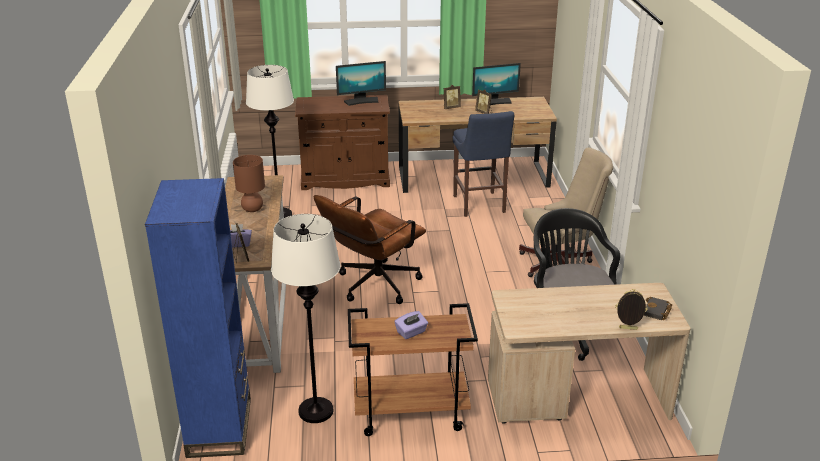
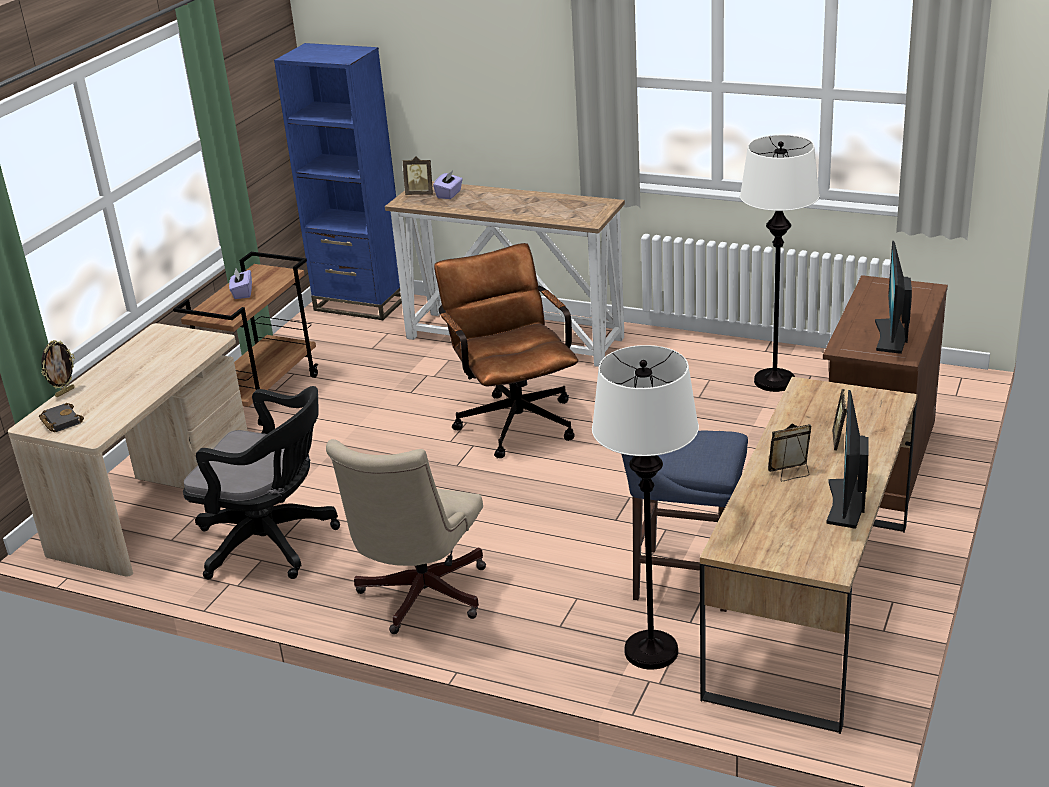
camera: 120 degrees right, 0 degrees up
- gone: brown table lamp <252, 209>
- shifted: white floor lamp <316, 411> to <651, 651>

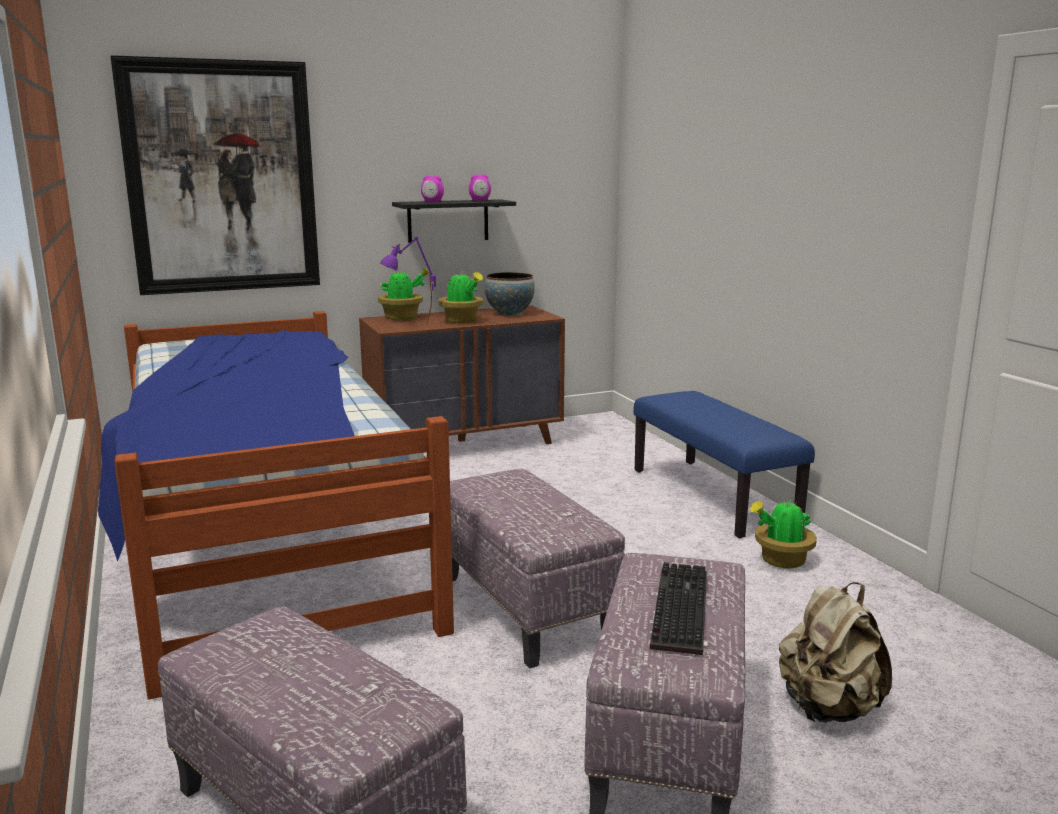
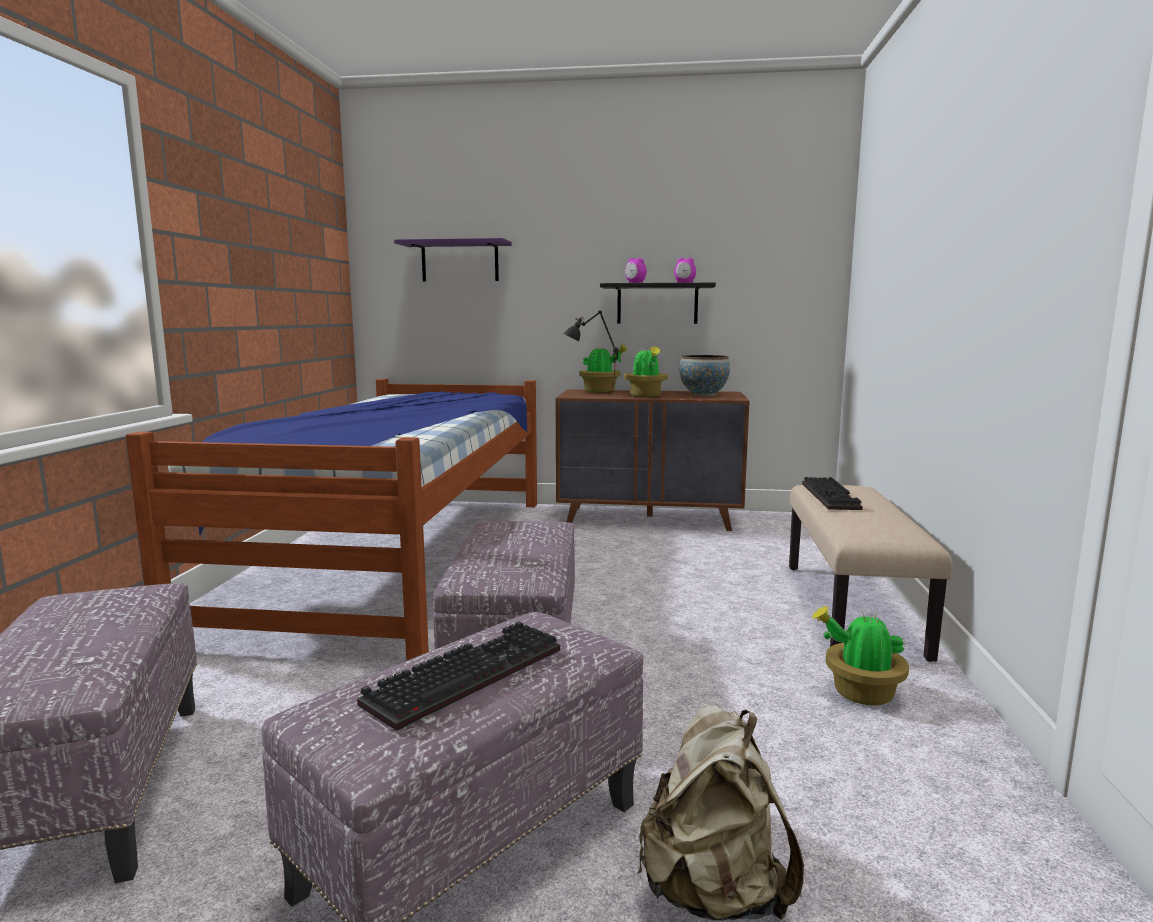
camera: 30 degrees right, 5 degrees down
- swapped: picture <222, 178> to purple shelf <460, 262>
- repainted: purple table lamp <410, 327> to black table lamp <590, 396>
- repainted: blue bench <713, 496> to beige bench <853, 608>
- new: keyboard <832, 497>

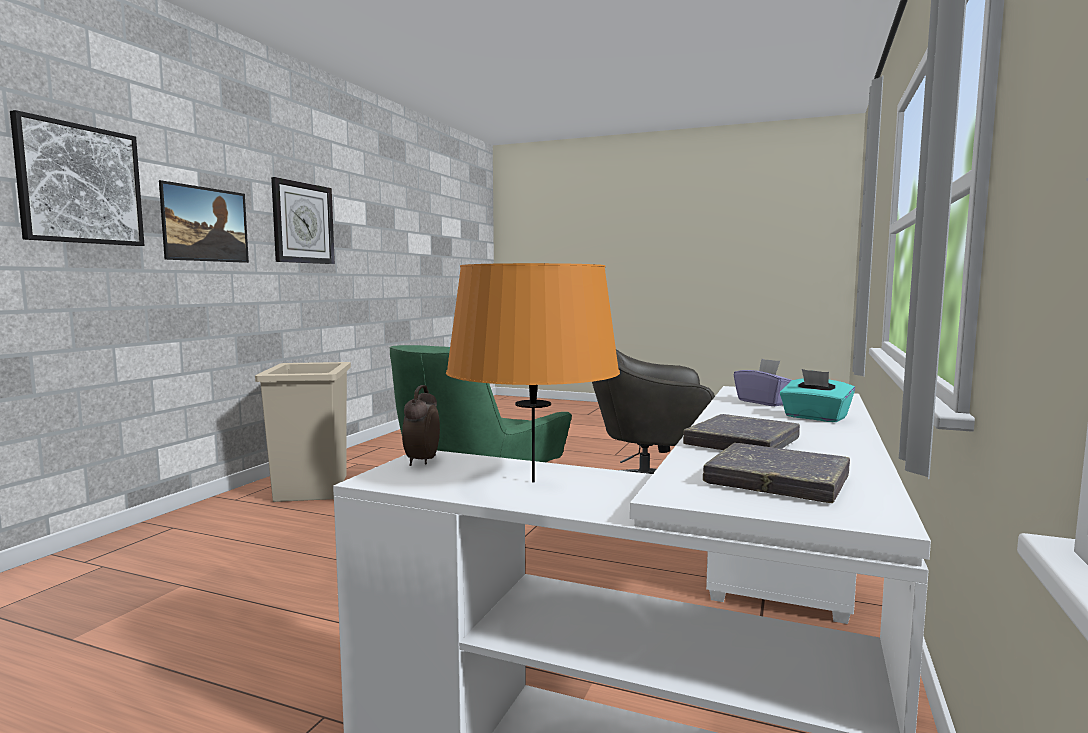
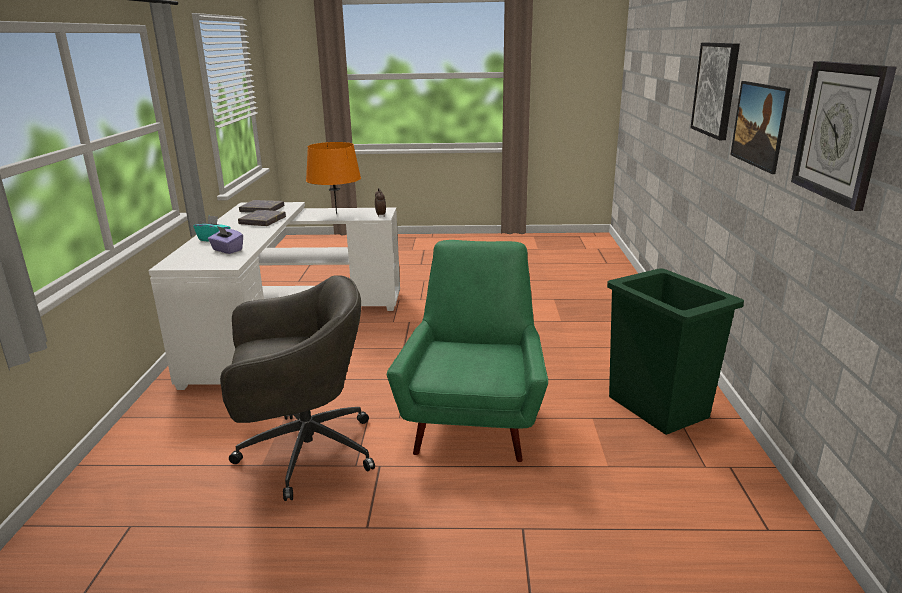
camera: 160 degrees right, 15 degrees up
- repainted: beige trash can <313, 488> to green trash can <658, 408>

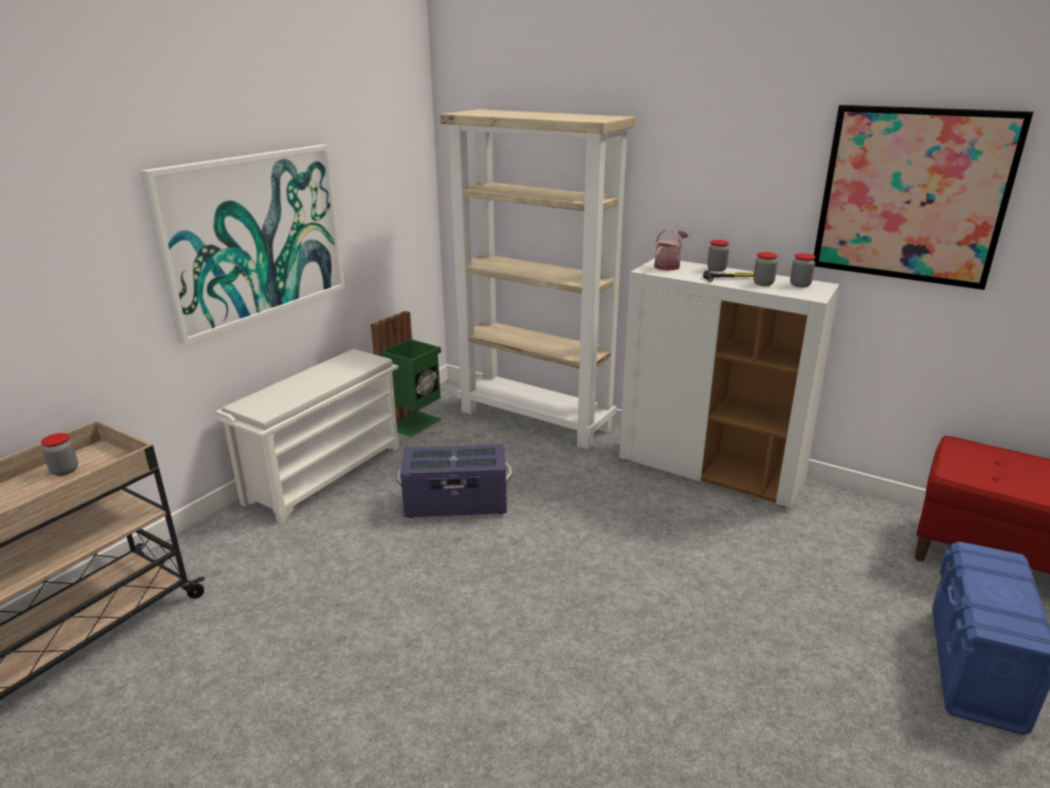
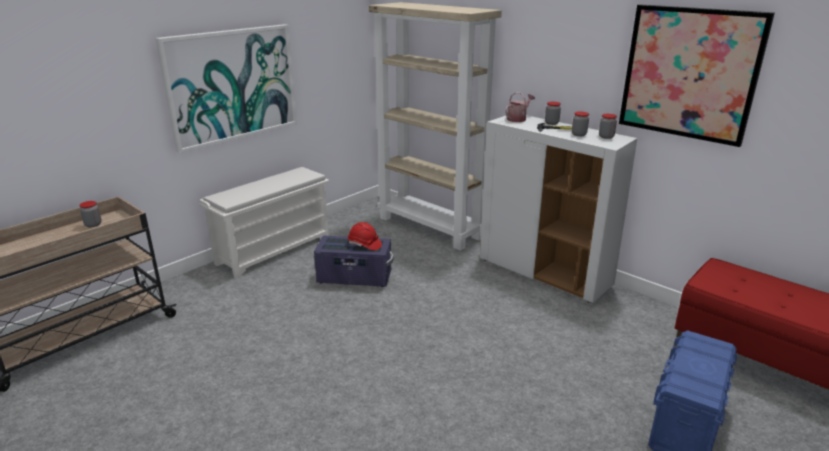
camera: 10 degrees right, 0 degrees up
- gone: green trash can <414, 423>
- new: red hard hat <364, 245>

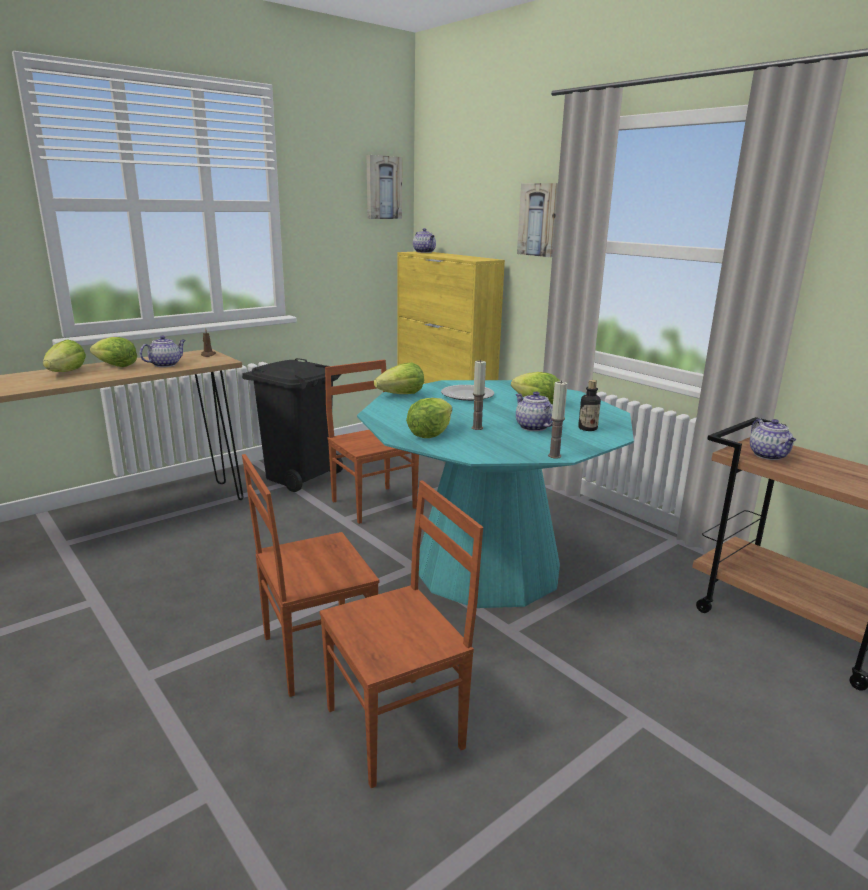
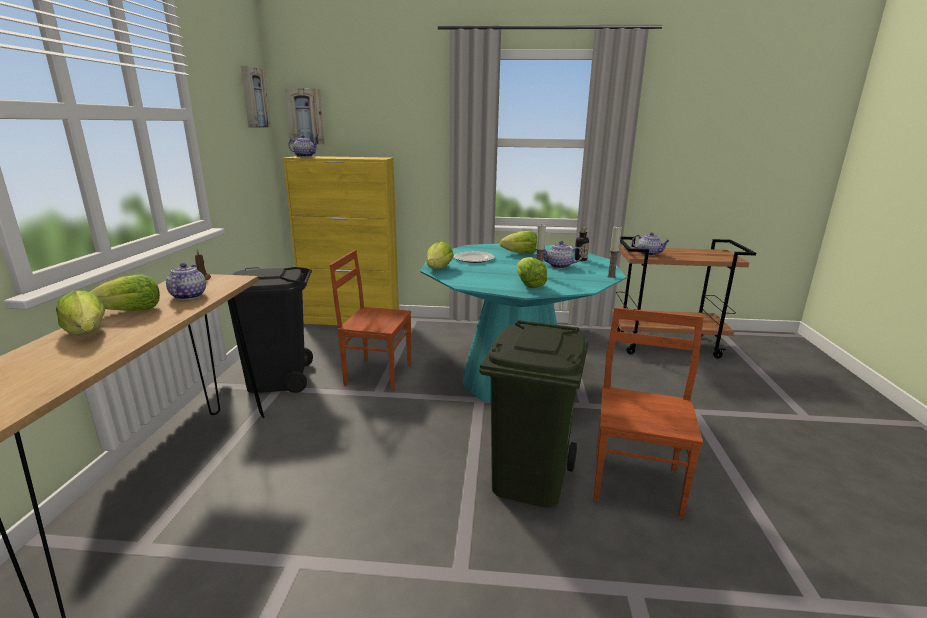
camera: 45 degrees left, 0 degrees up
- shifted: picture <540, 220> to <305, 116>
- swapped: brown chair <316, 653> to green trash can <527, 478>

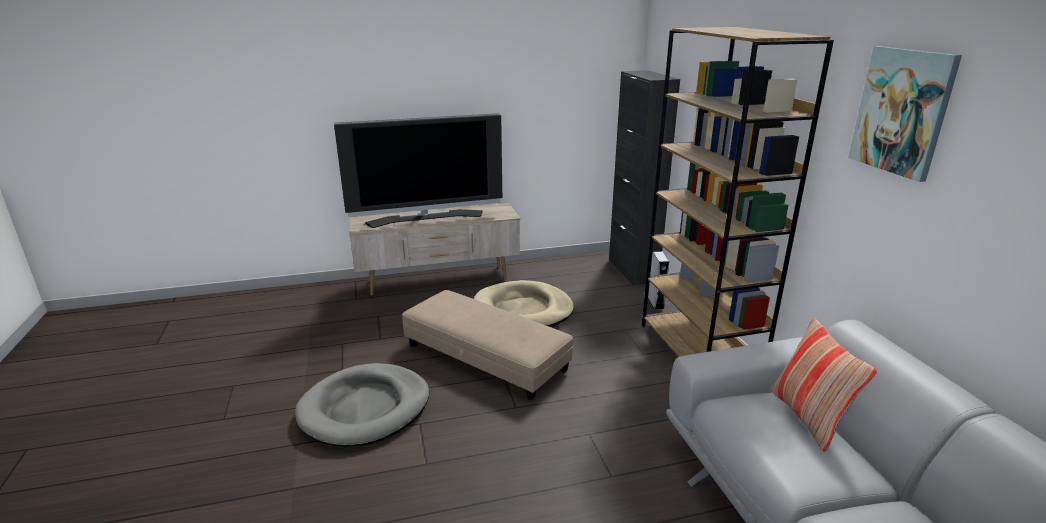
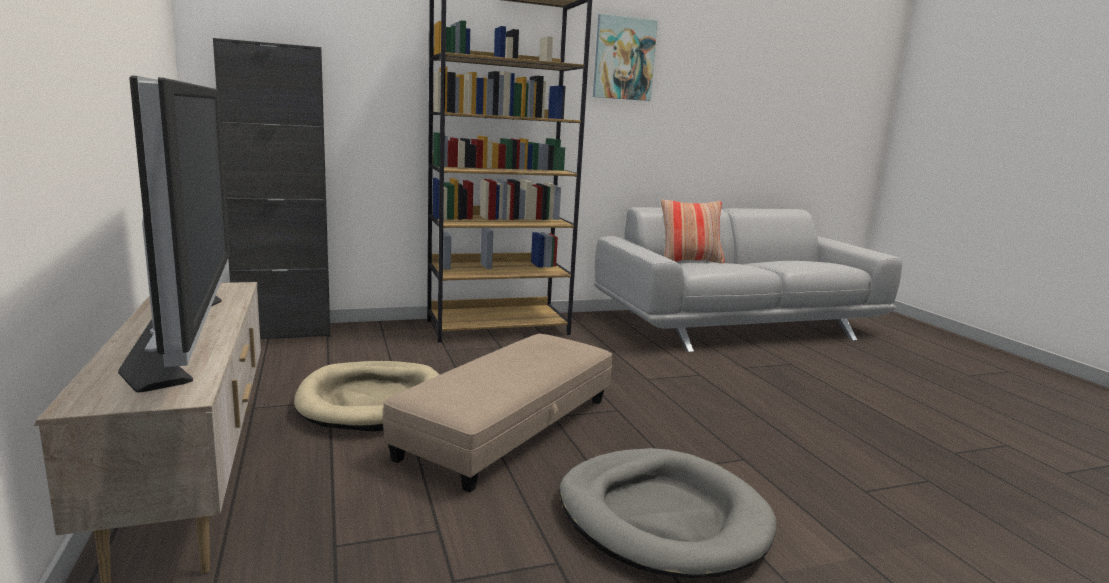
camera: 95 degrees left, 10 degrees down
- gone: grey speaker <655, 303>

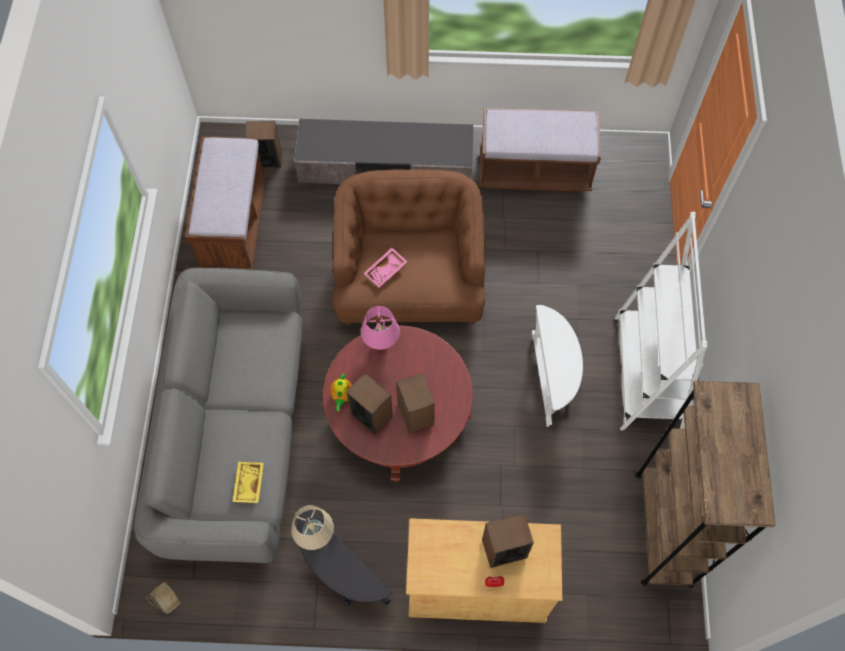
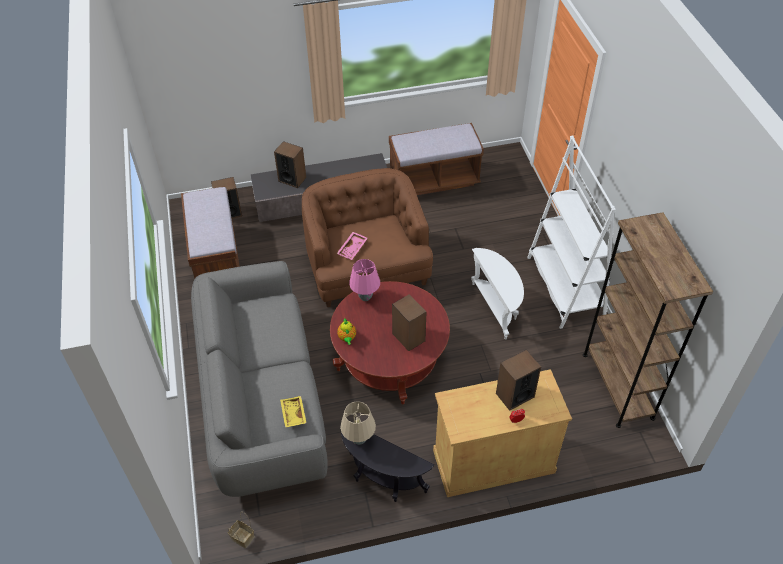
camera: 15 degrees left, 15 degrees down
- shifted: speaker <371, 414> to <292, 179>

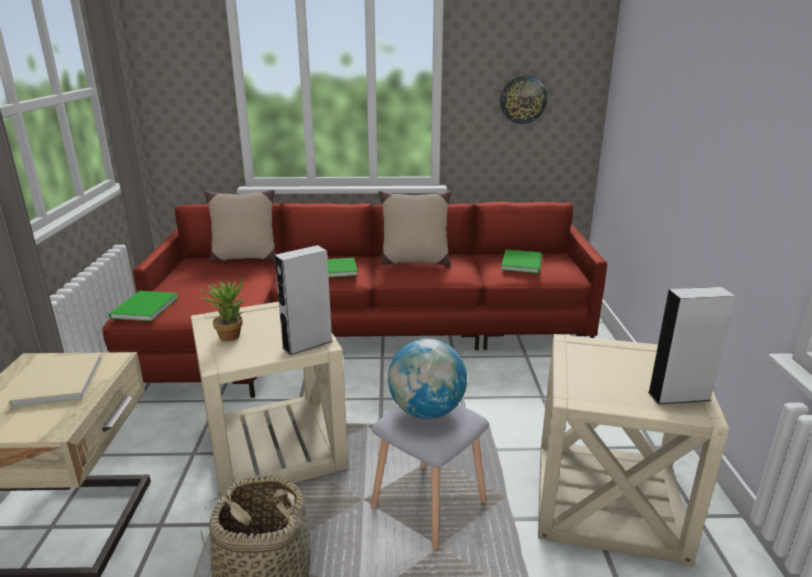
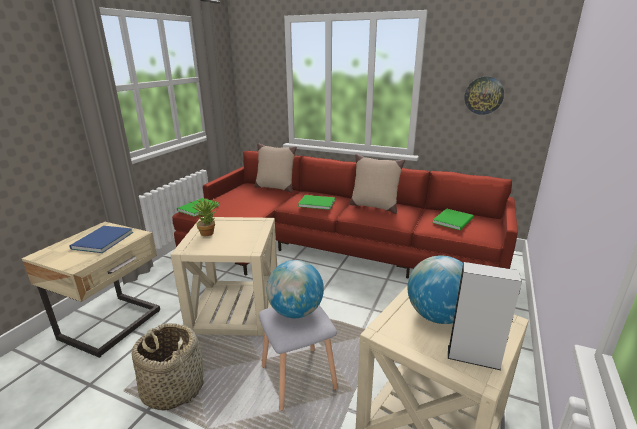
camera: 25 degrees right, 0 degrees up
- gone: grey speaker <307, 344>
- repainted: beige book <56, 383> to blue book <101, 241>
- new: globe <437, 316>

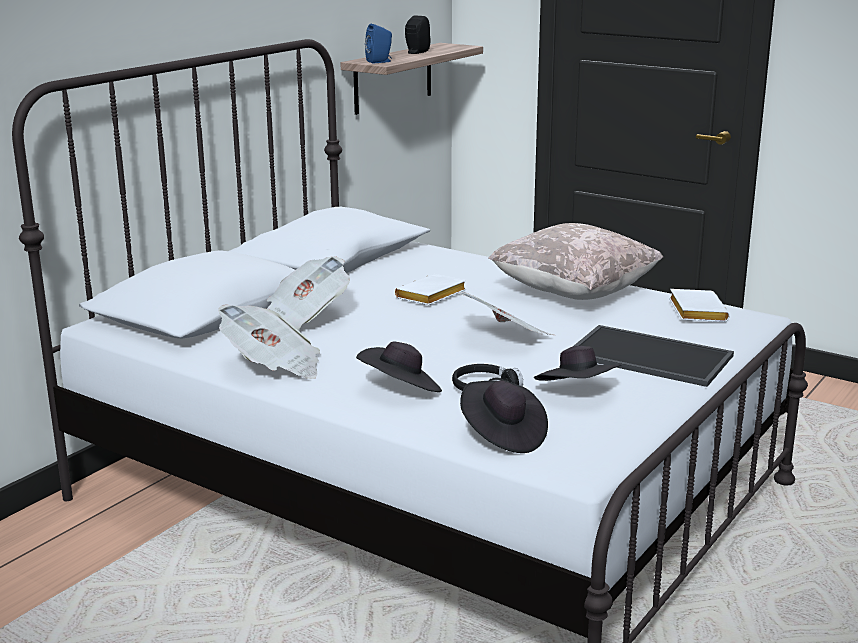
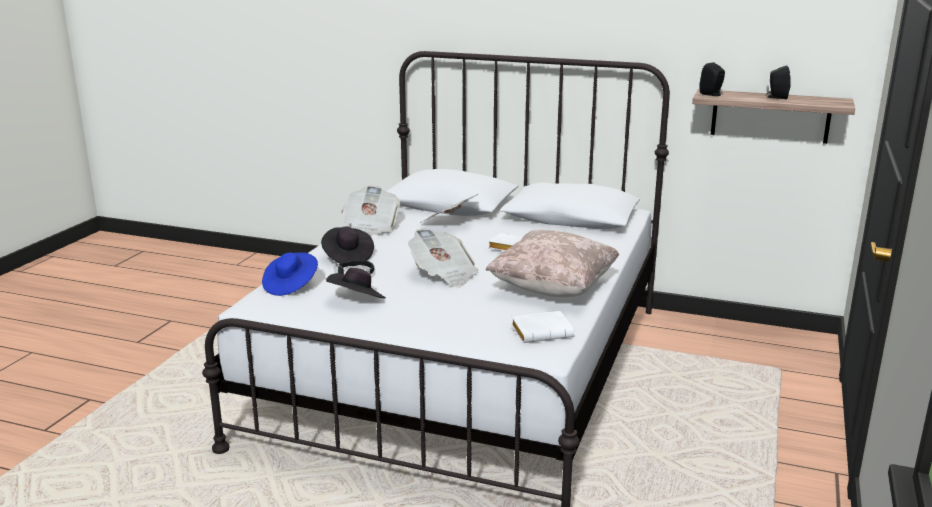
camera: 75 degrees right, 0 degrees up
- repainted: blue speaker <380, 61> to black speaker <712, 94>
- gone: tray <647, 357>
- repainted: black hat <502, 435> to blue hat <290, 286>

